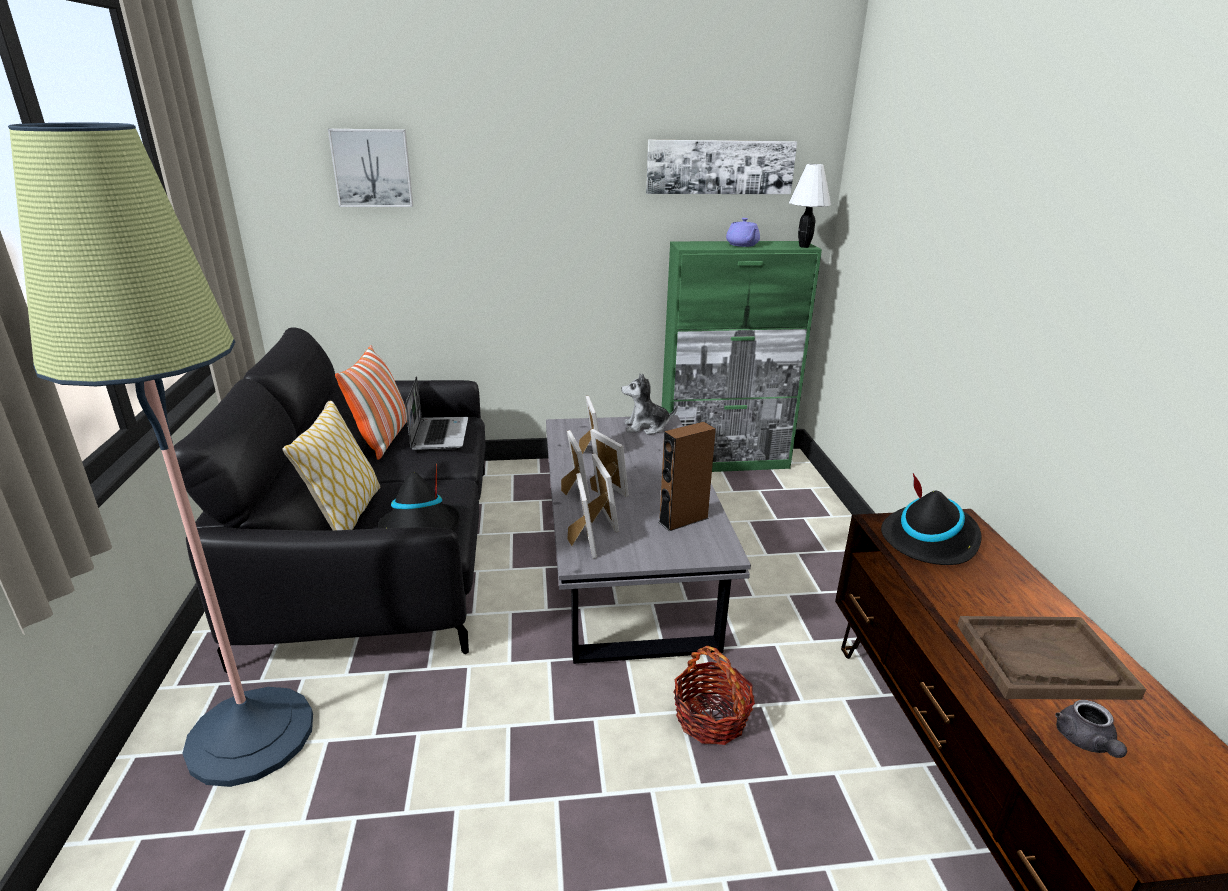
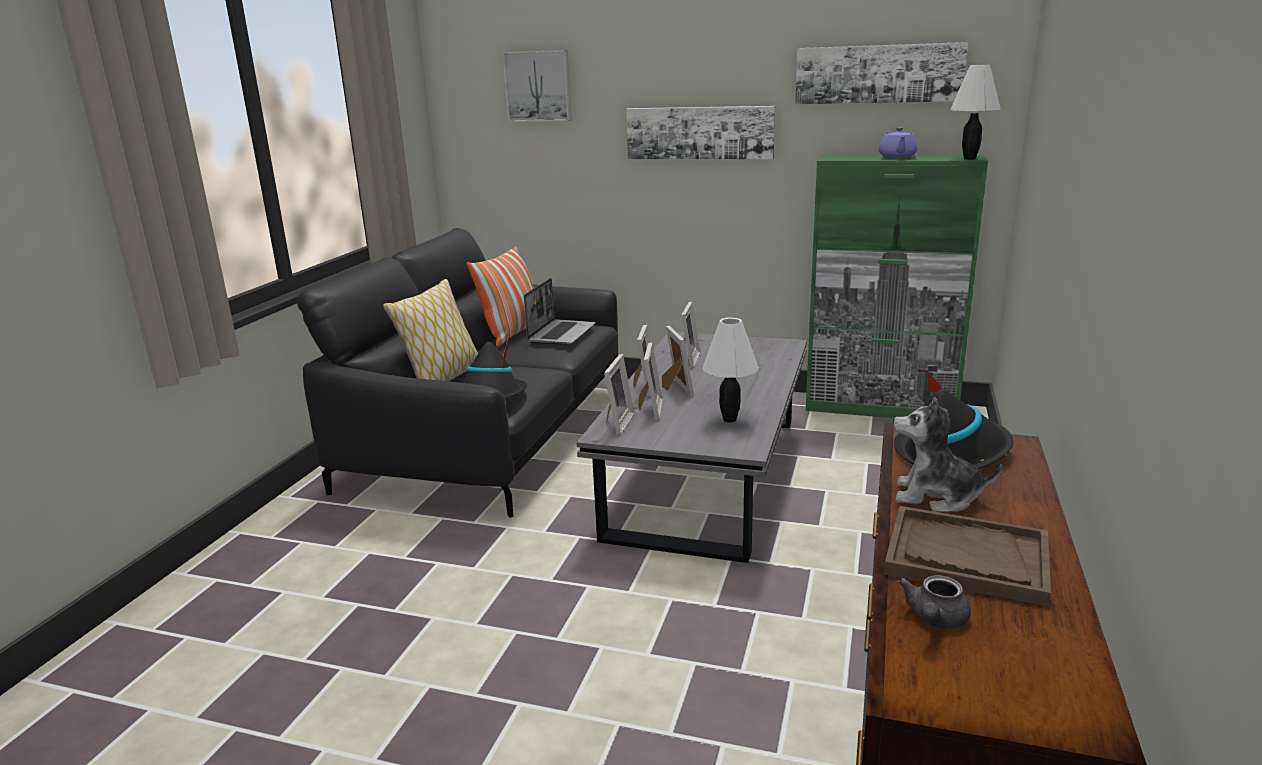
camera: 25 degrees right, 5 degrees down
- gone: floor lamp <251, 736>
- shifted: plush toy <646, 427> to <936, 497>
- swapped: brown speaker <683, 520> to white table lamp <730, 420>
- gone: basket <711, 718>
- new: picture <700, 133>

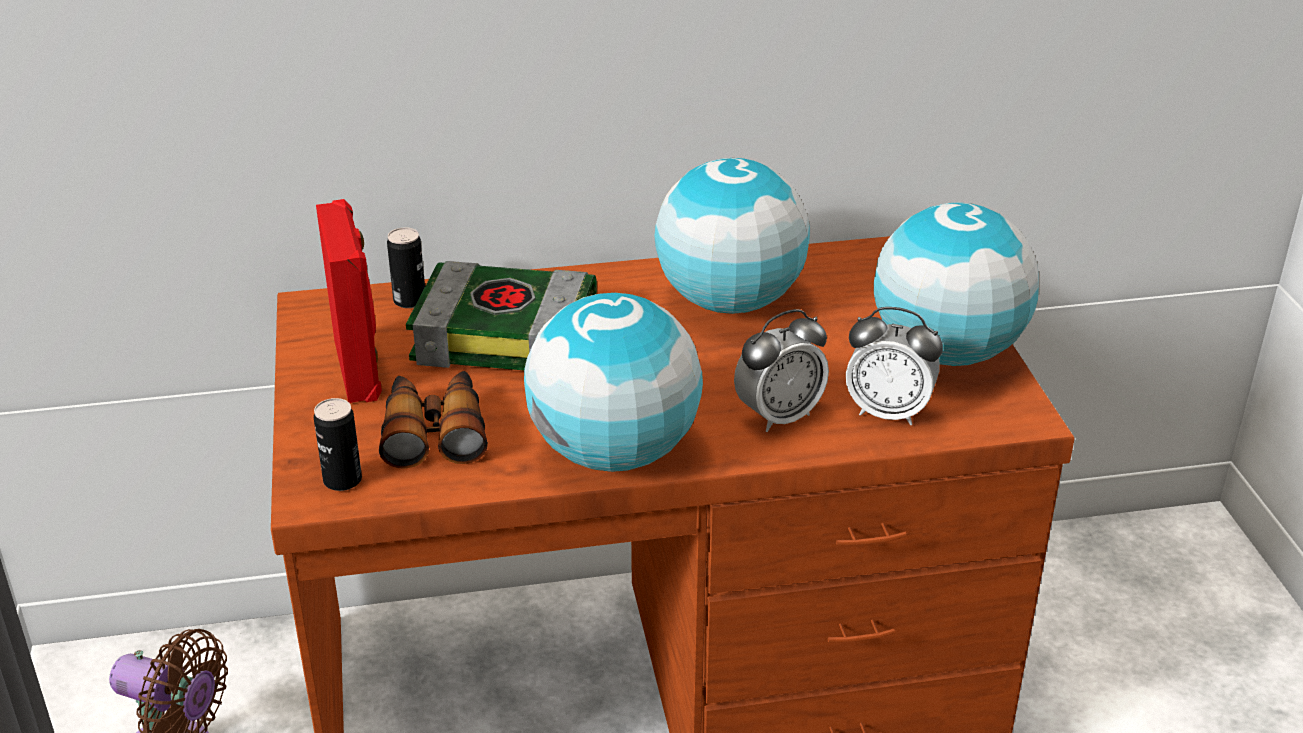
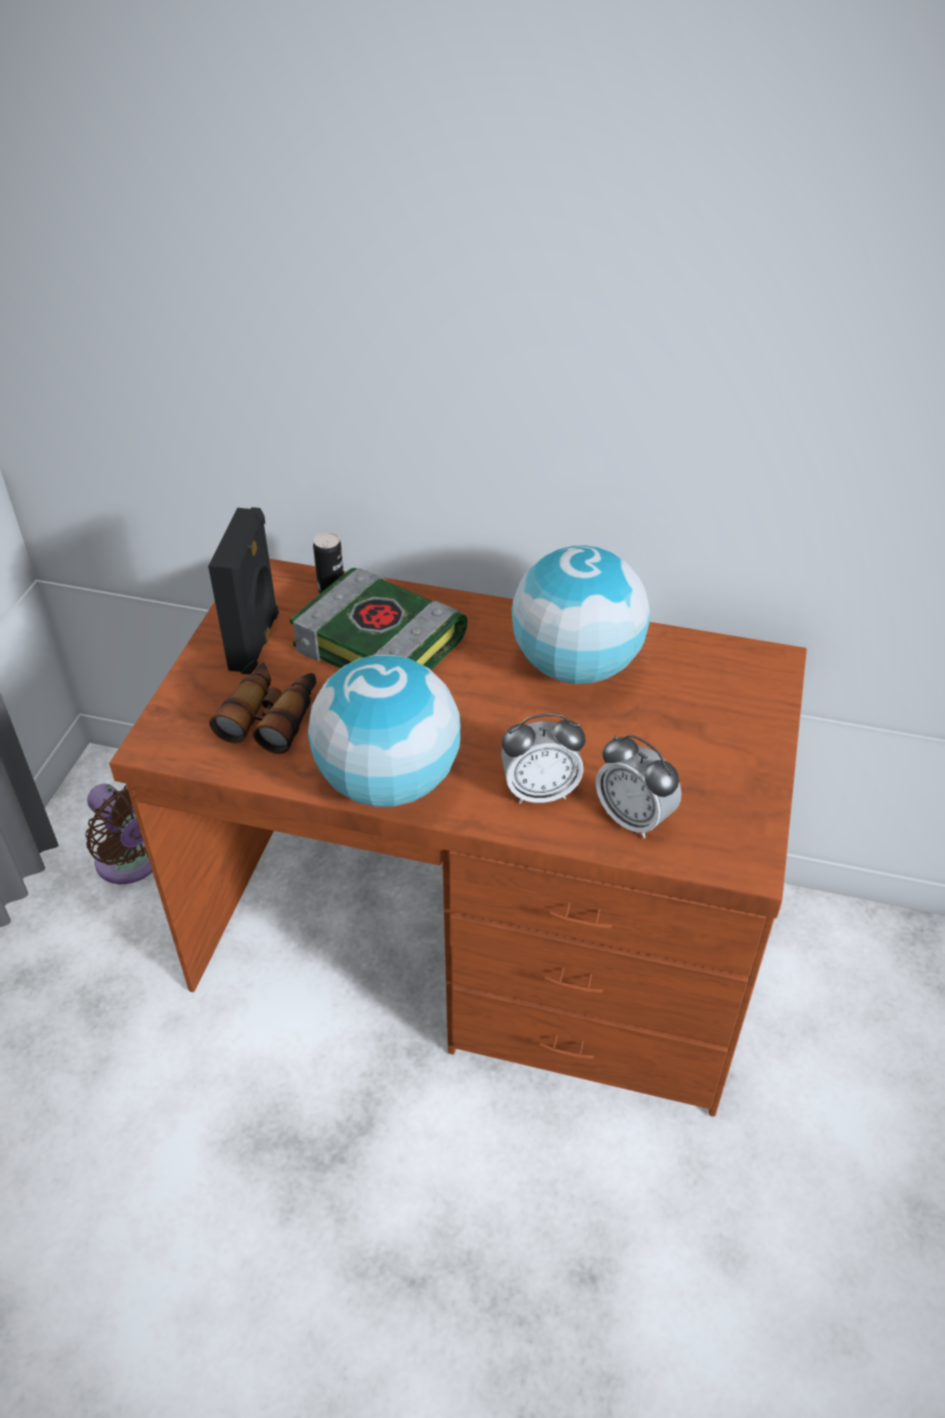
camera: 25 degrees right, 10 degrees up
- repainted: red speaker <360, 369> to black speaker <256, 642>
- gone: globe <947, 352>
- gone: can <342, 480>

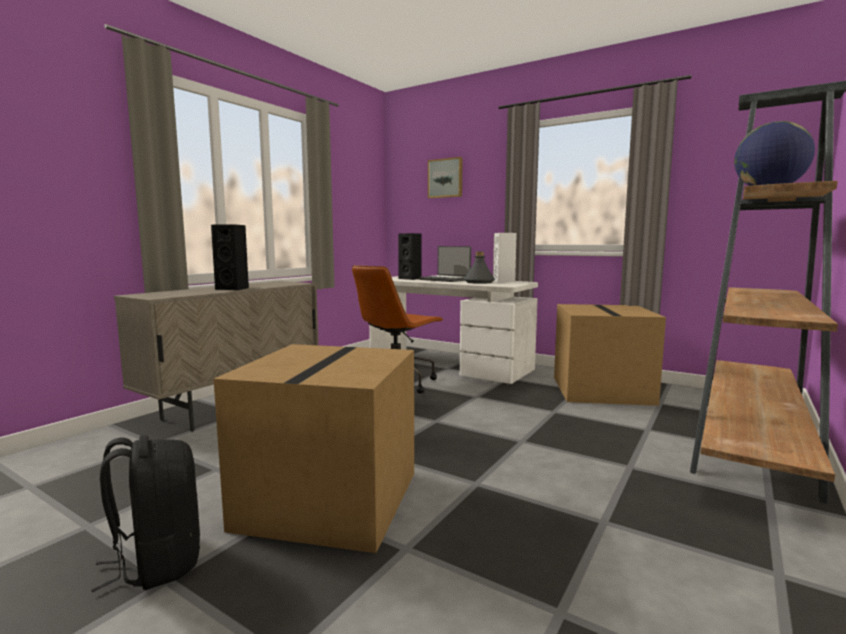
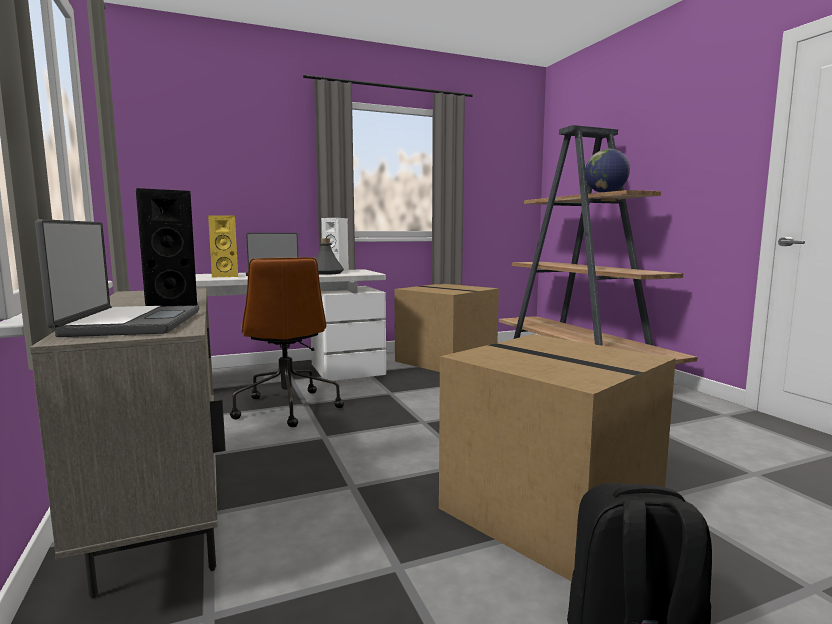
camera: 55 degrees left, 0 degrees up
- gone: picture <445, 178>
- repainted: black speaker <411, 279> to yellow speaker <226, 276>
- new: laptop <130, 323>

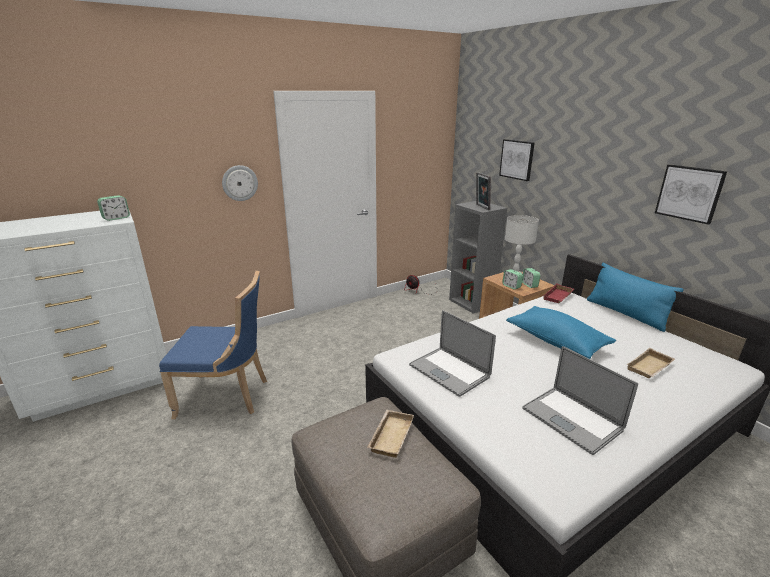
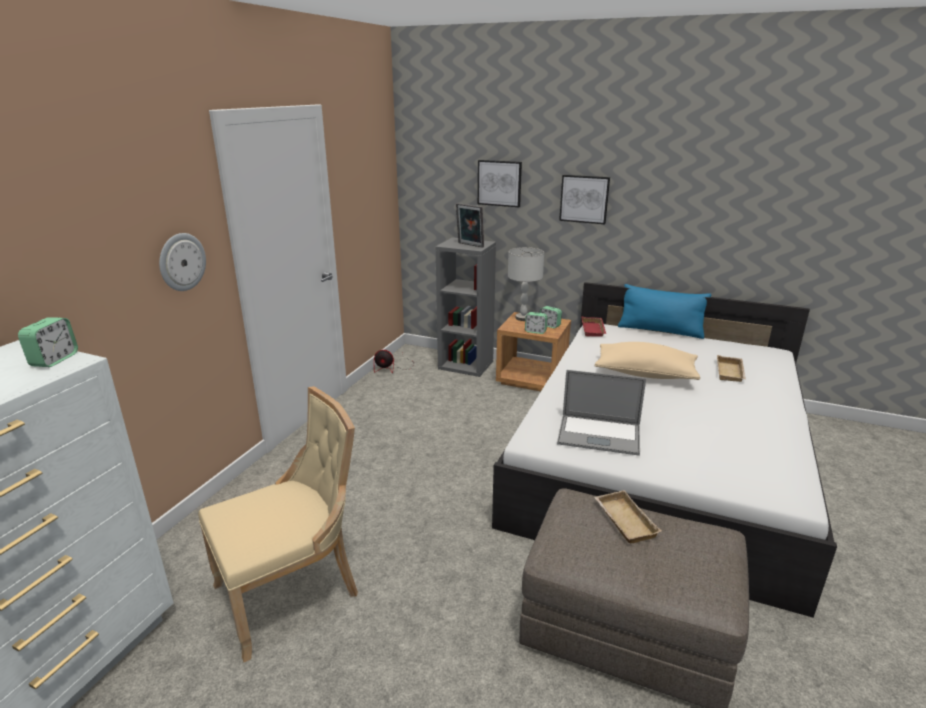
camera: 35 degrees left, 0 degrees up
- shifted: picture <689, 193> to <584, 199>
- repainted: blue chair <227, 396> to beige chair <293, 592>
- repainted: blue pillow <556, 341> to beige pillow <645, 374>
- gone: laptop <571, 419>

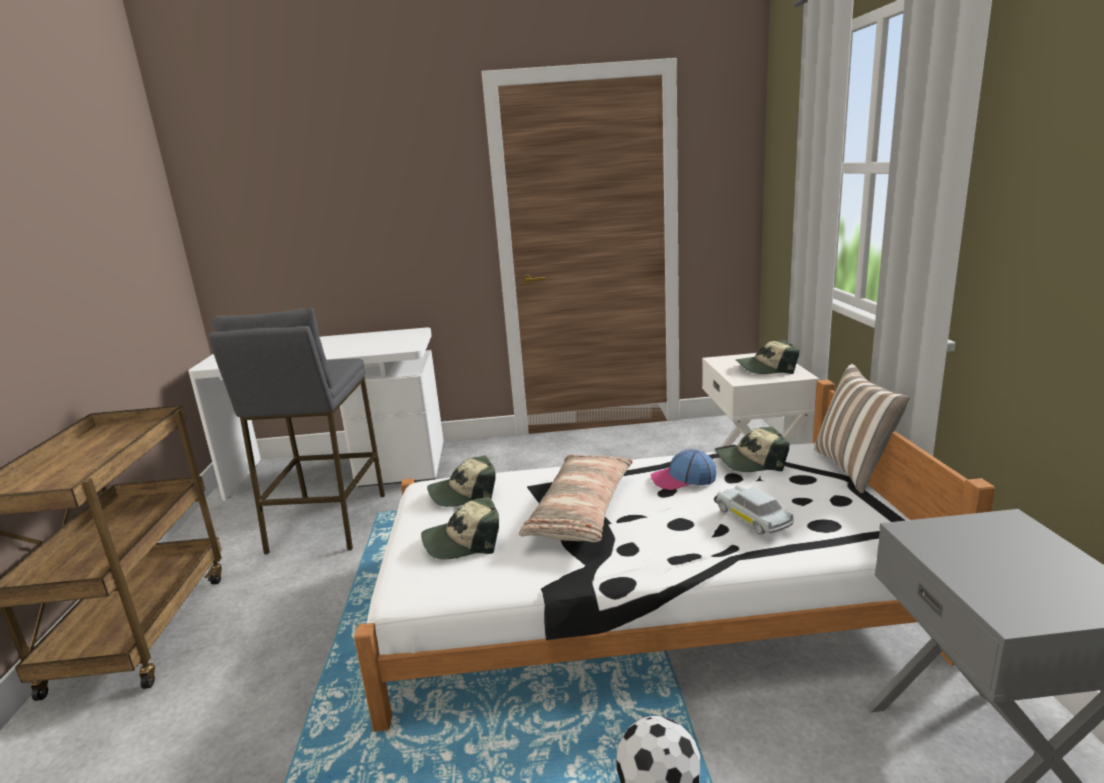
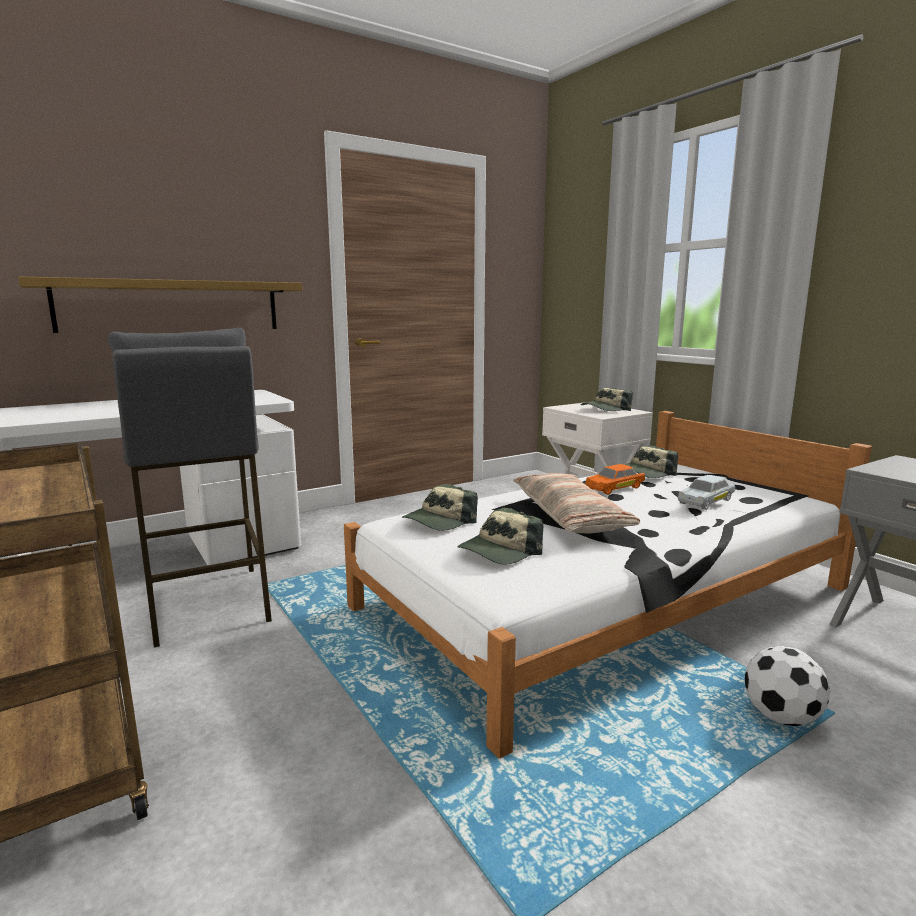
camera: 30 degrees left, 5 degrees down
- gone: pillow <854, 469>
- swapped: cap <683, 479> to orange toy car <614, 488>
- rotated: white toy car <752, 518> = <705, 501> 75 degrees counterclockwise
- new: shelf <171, 306>

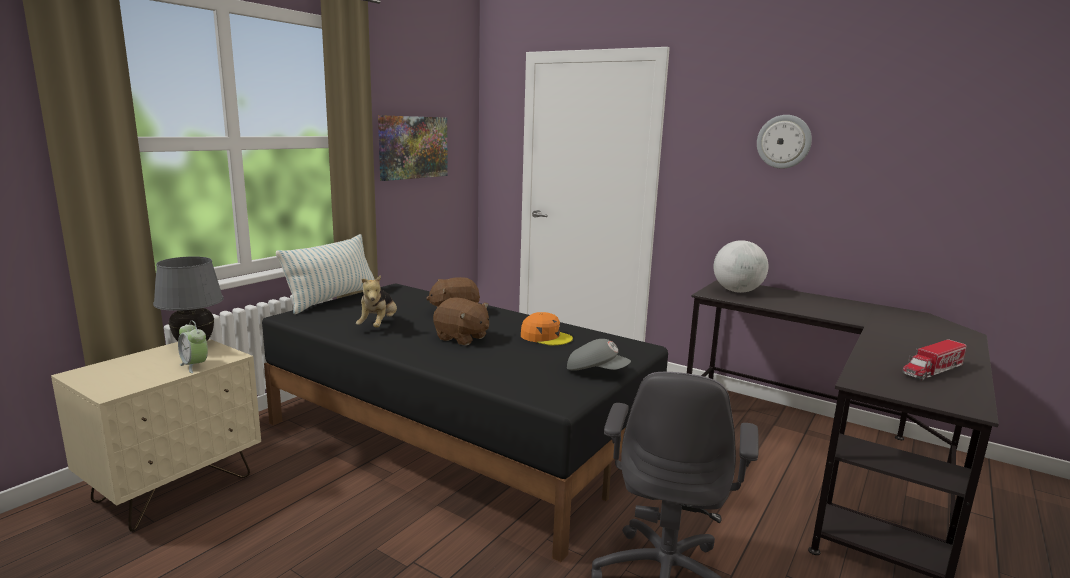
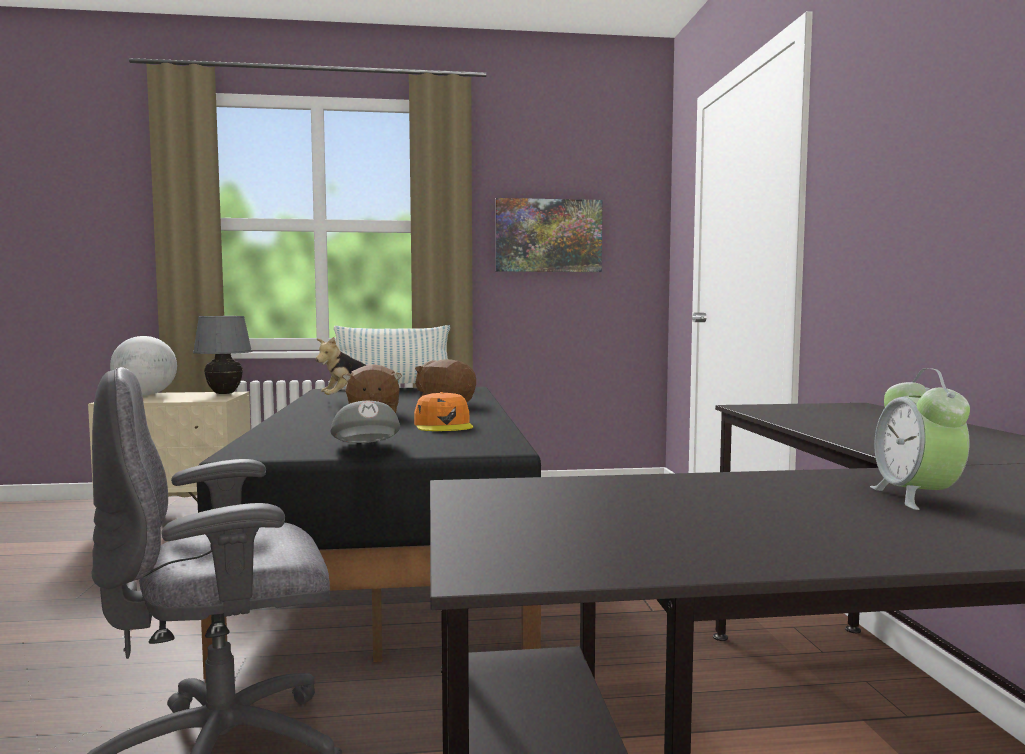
camera: 50 degrees right, 10 degrees down
- gone: wall clock <784, 141>
- shifted: globe <737, 291> to <145, 395>
- shifted: alarm clock <195, 366> to <916, 497>
- gone: toy truck <932, 370>

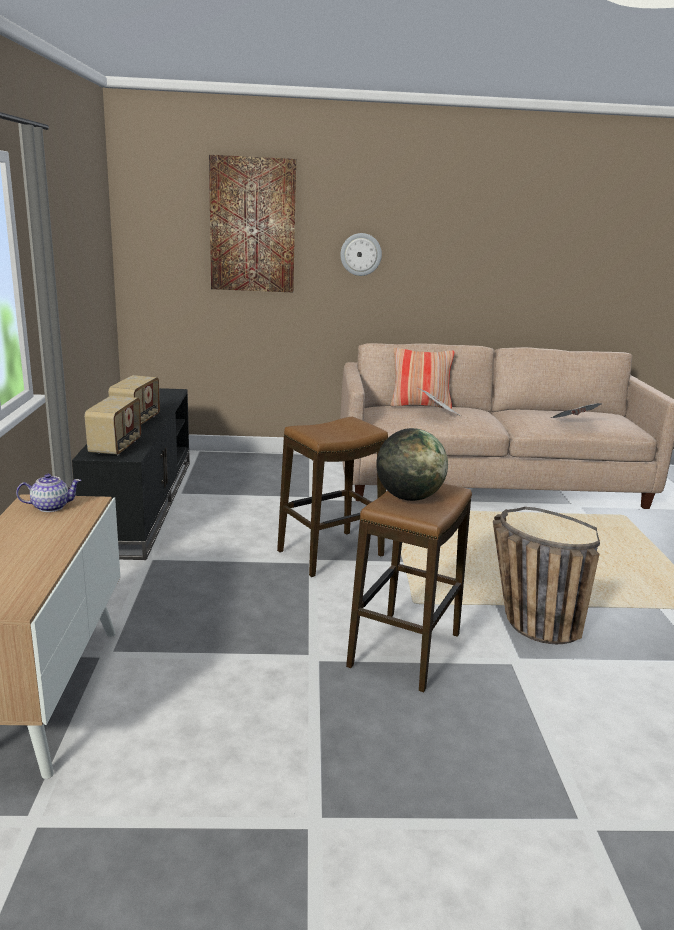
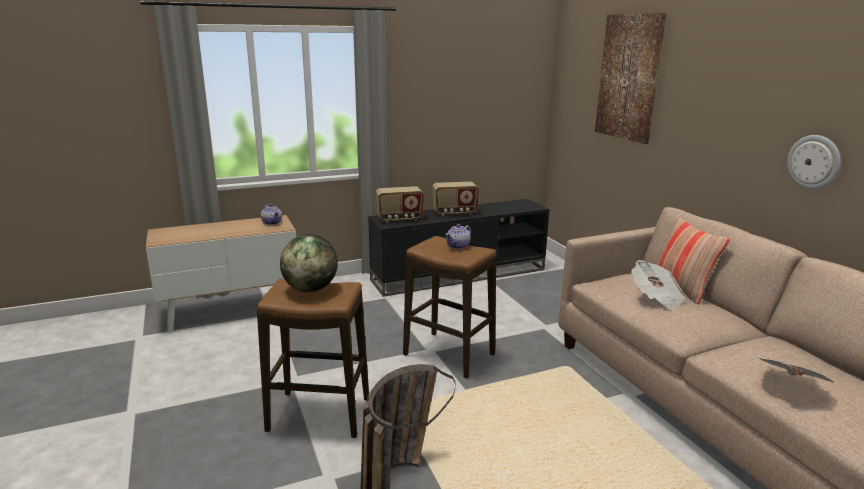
camera: 70 degrees right, 0 degrees up
- shifted: wall clock <361, 254> to <814, 162>
- new: teapot <458, 246>

